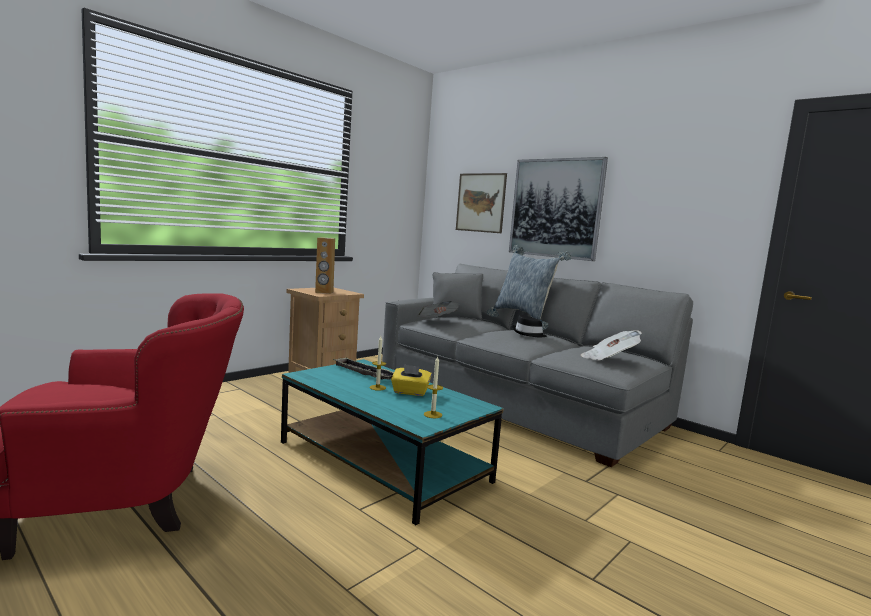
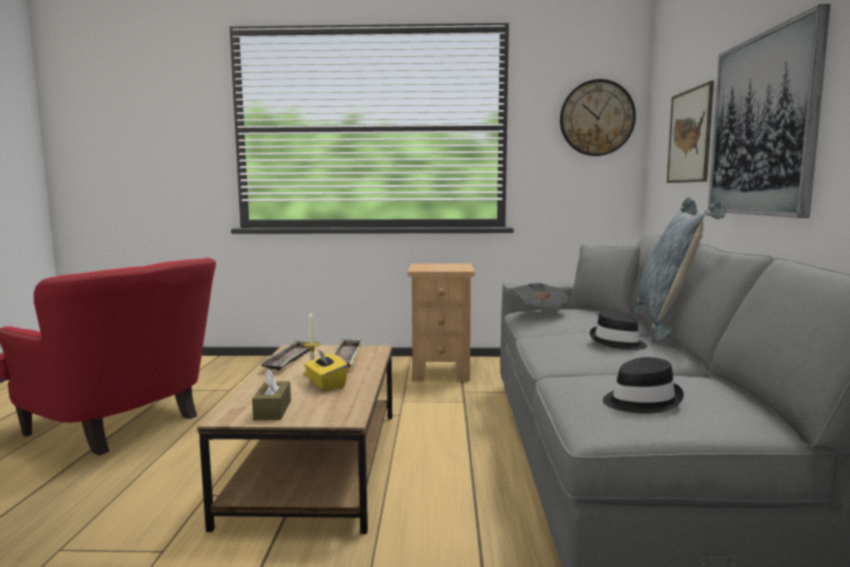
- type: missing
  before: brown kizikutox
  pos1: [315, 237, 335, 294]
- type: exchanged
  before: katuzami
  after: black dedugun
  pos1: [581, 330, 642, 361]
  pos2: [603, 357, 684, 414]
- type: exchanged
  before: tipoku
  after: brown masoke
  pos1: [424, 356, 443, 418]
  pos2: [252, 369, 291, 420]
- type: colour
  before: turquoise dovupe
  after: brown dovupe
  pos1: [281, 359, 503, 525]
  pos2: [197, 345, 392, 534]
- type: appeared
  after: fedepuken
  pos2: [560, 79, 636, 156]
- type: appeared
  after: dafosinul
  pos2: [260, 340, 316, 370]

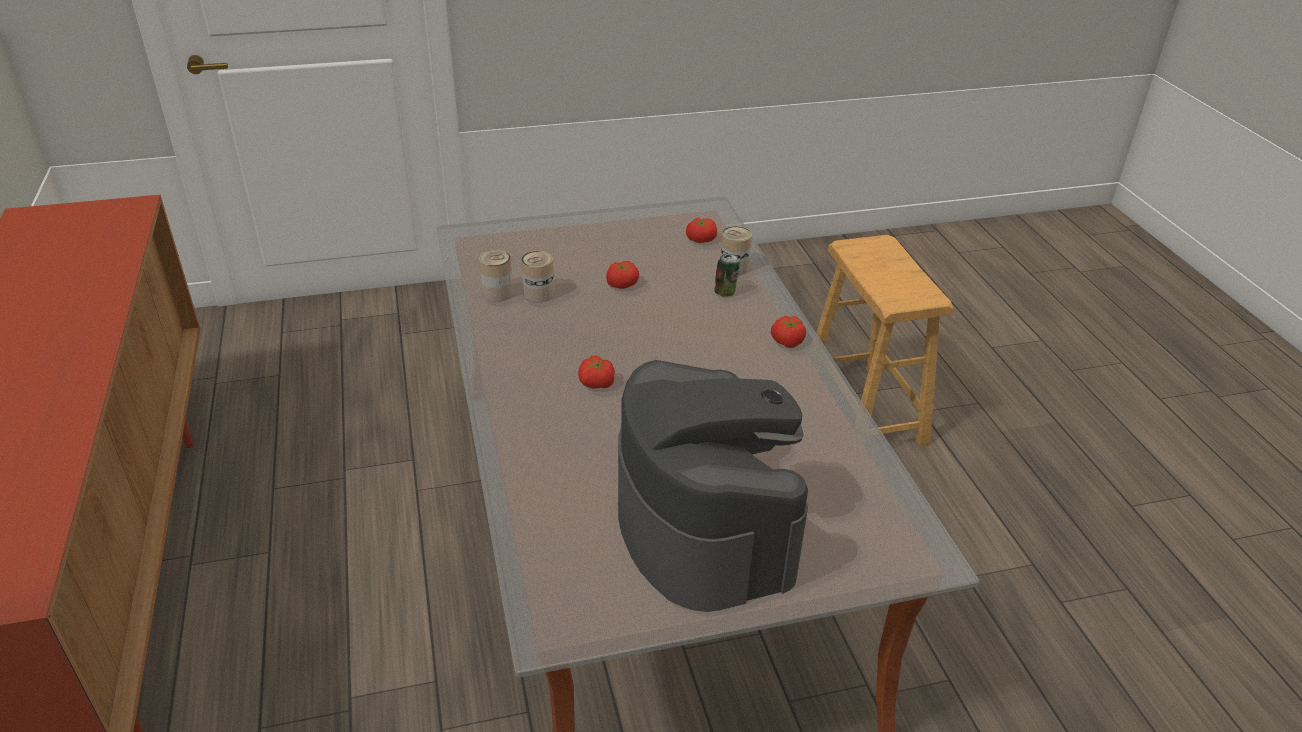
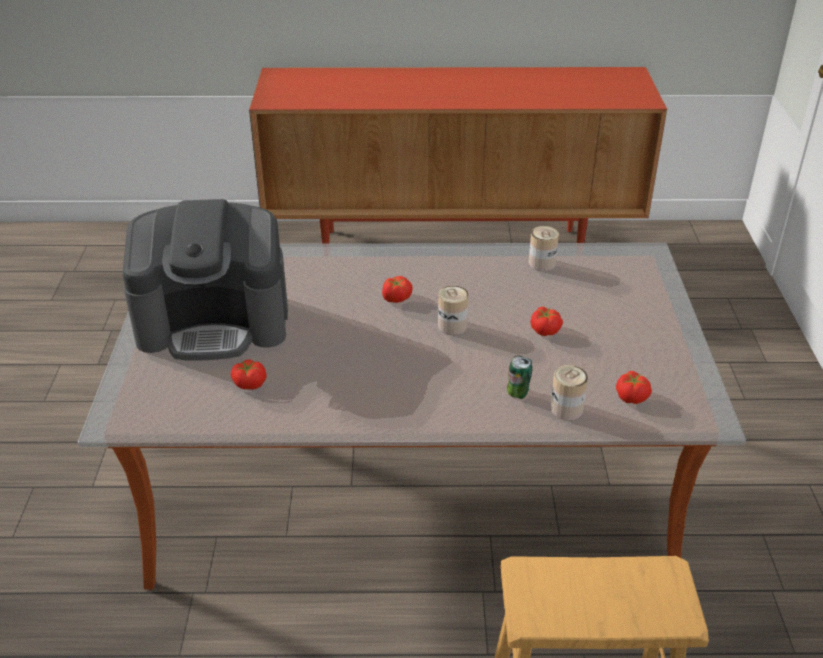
- type: relocated
  before: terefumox
  pos1: [521, 251, 554, 303]
  pos2: [438, 286, 469, 335]
- type: relocated
  before: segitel
  pos1: [771, 316, 806, 348]
  pos2: [231, 359, 267, 390]

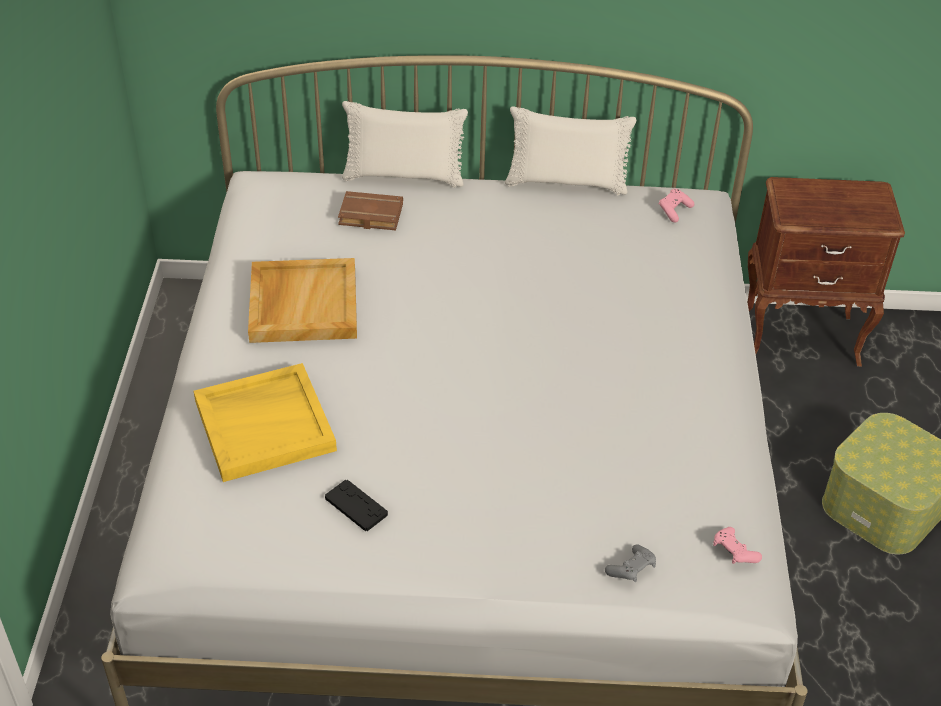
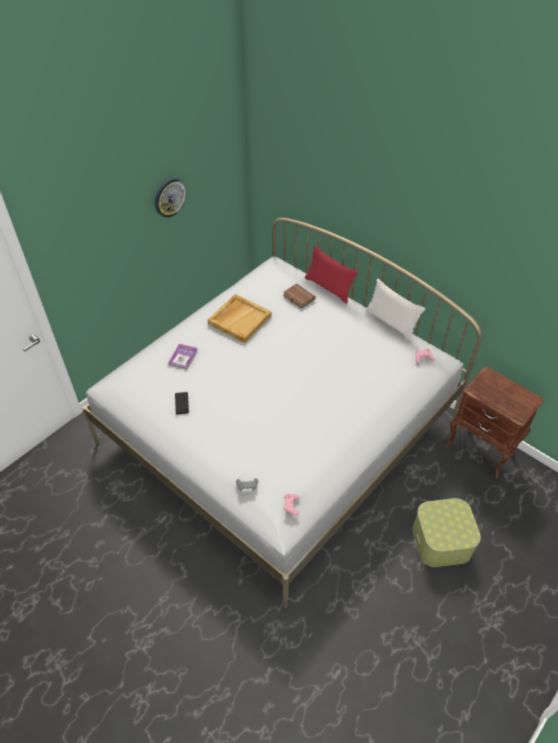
- type: colour
  before: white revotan
  after: red revotan
  pos1: [342, 101, 468, 188]
  pos2: [305, 246, 358, 304]
- type: exchanged
  before: yellow dafosinul
  after: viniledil
  pos1: [194, 363, 337, 482]
  pos2: [168, 344, 198, 369]
- type: appeared
  after: fedepuken
  pos2: [155, 178, 187, 218]

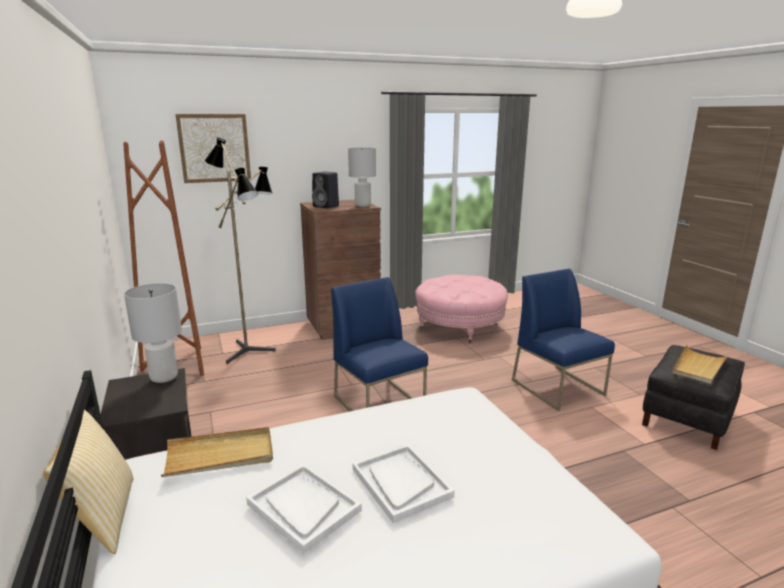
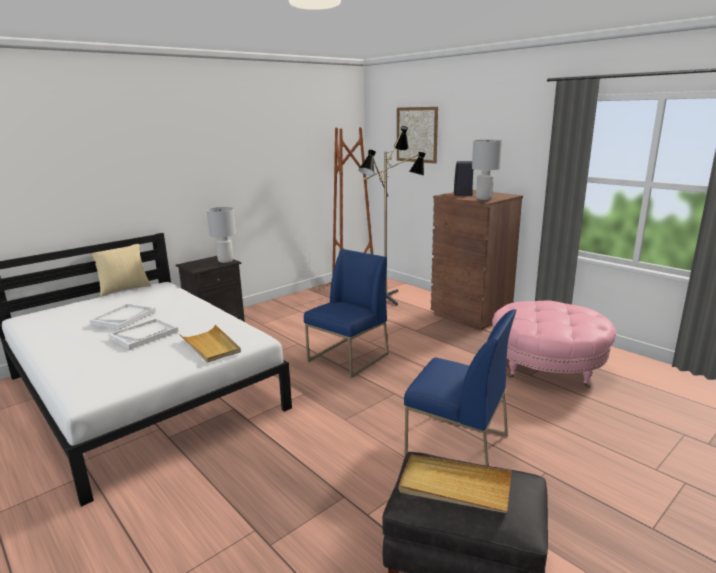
- type: spun
  before: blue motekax
  pos1: [512, 269, 615, 411]
  pos2: [404, 309, 516, 466]
  turn: 75
- type: relocated
  before: beige dafosinul
  pos1: [161, 427, 273, 477]
  pos2: [179, 325, 241, 363]

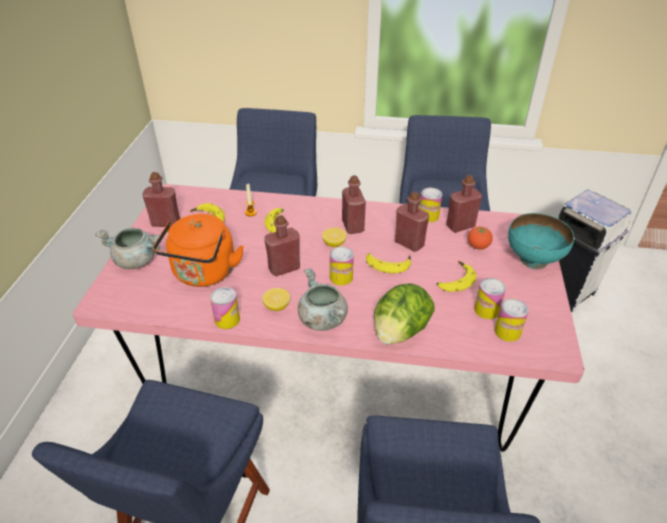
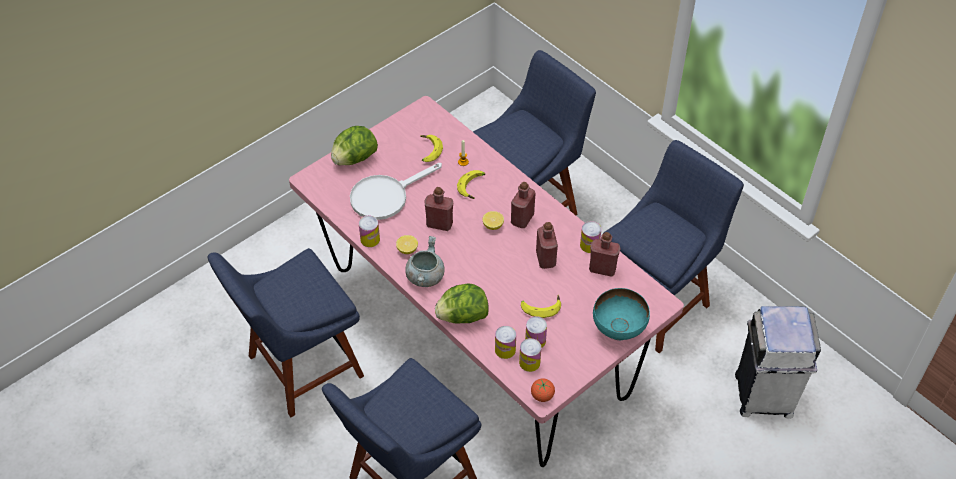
- type: missing
  before: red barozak
  pos1: [142, 172, 180, 227]
- type: exchanged
  before: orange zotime
  after: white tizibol
  pos1: [153, 214, 244, 287]
  pos2: [350, 163, 442, 220]
- type: relocated
  before: segitel
  pos1: [467, 226, 493, 250]
  pos2: [531, 378, 555, 402]
- type: exchanged
  before: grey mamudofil
  after: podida
  pos1: [95, 228, 160, 269]
  pos2: [331, 126, 378, 165]
- type: relocated
  before: terefumox
  pos1: [330, 246, 354, 286]
  pos2: [495, 326, 516, 359]
- type: missing
  before: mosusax
  pos1: [366, 253, 411, 273]

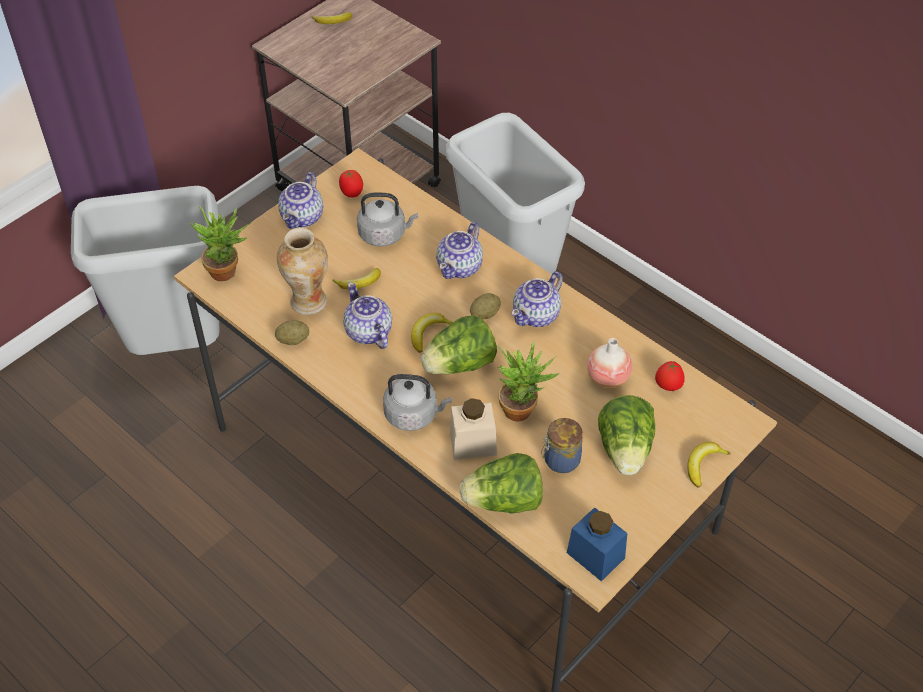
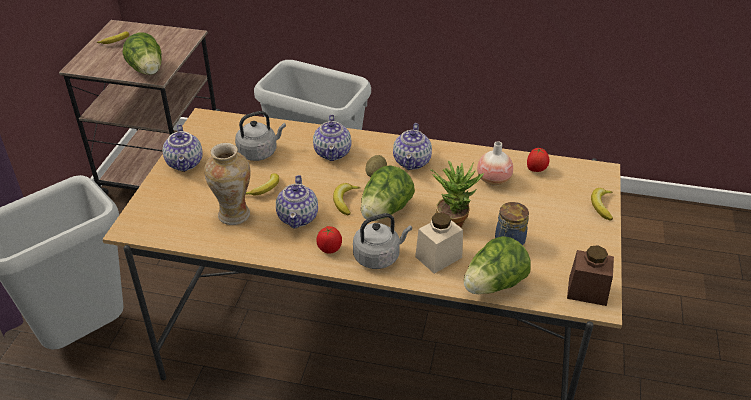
- type: relocated
  before: segitel
  pos1: [339, 170, 363, 197]
  pos2: [316, 226, 342, 254]
- type: missing
  before: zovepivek
  pos1: [190, 206, 252, 281]
- type: spun
  before: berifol
  pos1: [343, 282, 392, 349]
  pos2: [276, 175, 318, 229]
  turn: -120
- type: missing
  before: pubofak
  pos1: [275, 320, 309, 345]
- type: relocated
  before: podida
  pos1: [598, 395, 655, 475]
  pos2: [123, 33, 162, 75]
- type: colour
  before: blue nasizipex
  after: brown nasizipex
  pos1: [567, 507, 627, 581]
  pos2: [567, 245, 614, 306]

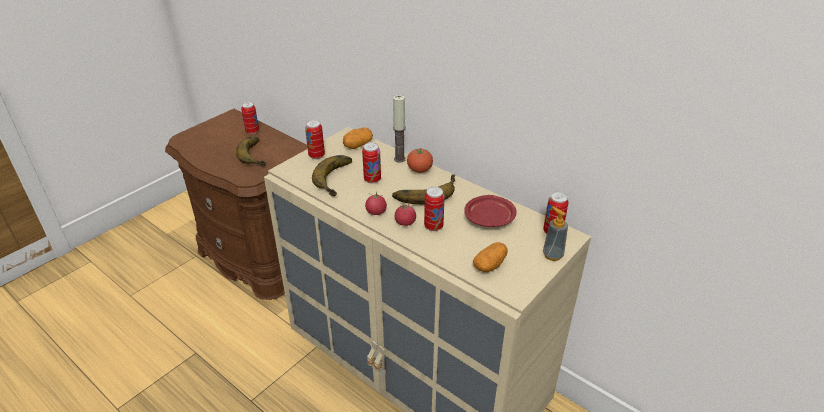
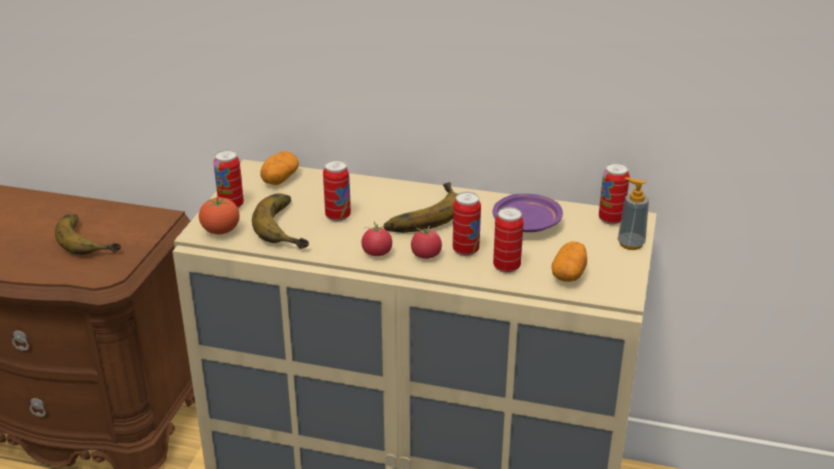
- type: missing
  before: tipoku
  pos1: [393, 95, 406, 163]
- type: relocated
  before: terefumox
  pos1: [241, 102, 259, 134]
  pos2: [493, 207, 524, 273]
- type: relocated
  before: segitel
  pos1: [407, 149, 433, 173]
  pos2: [199, 197, 240, 235]
- type: colour
  before: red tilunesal
  after: purple tilunesal
  pos1: [464, 195, 517, 227]
  pos2: [493, 194, 563, 232]

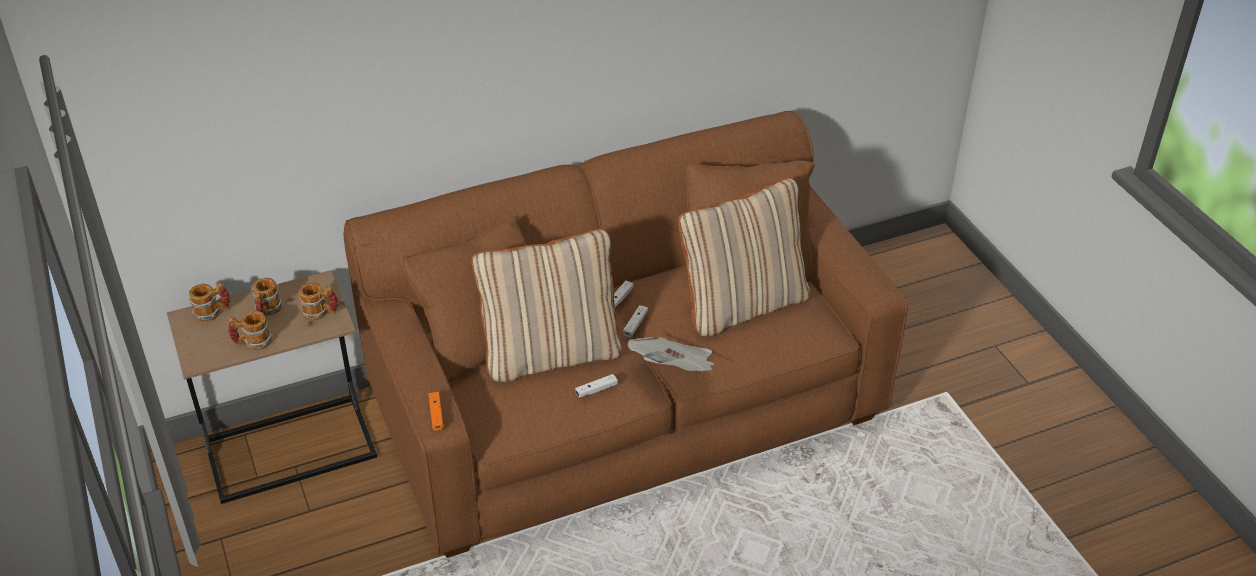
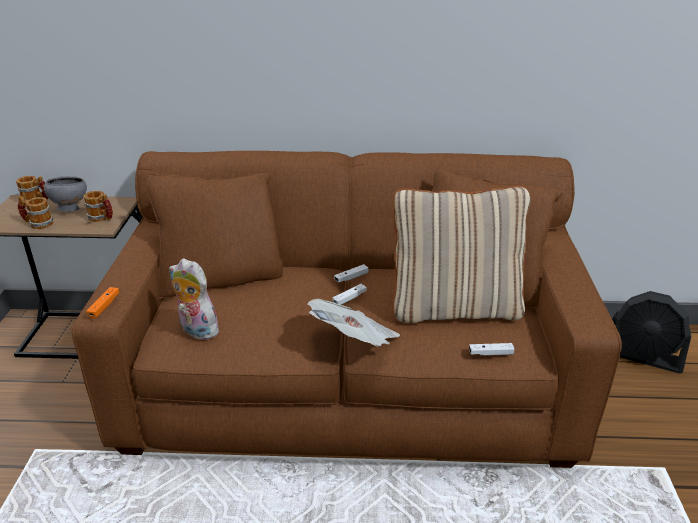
- type: missing
  before: beige revotan
  pos1: [472, 229, 621, 382]
- type: exchanged
  before: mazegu
  after: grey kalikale
  pos1: [253, 278, 282, 317]
  pos2: [44, 176, 87, 212]
- type: relocated
  before: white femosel
  pos1: [575, 374, 618, 397]
  pos2: [469, 343, 515, 356]
- type: appeared
  after: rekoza
  pos2: [169, 258, 219, 340]
- type: appeared
  after: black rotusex
  pos2: [613, 291, 691, 373]

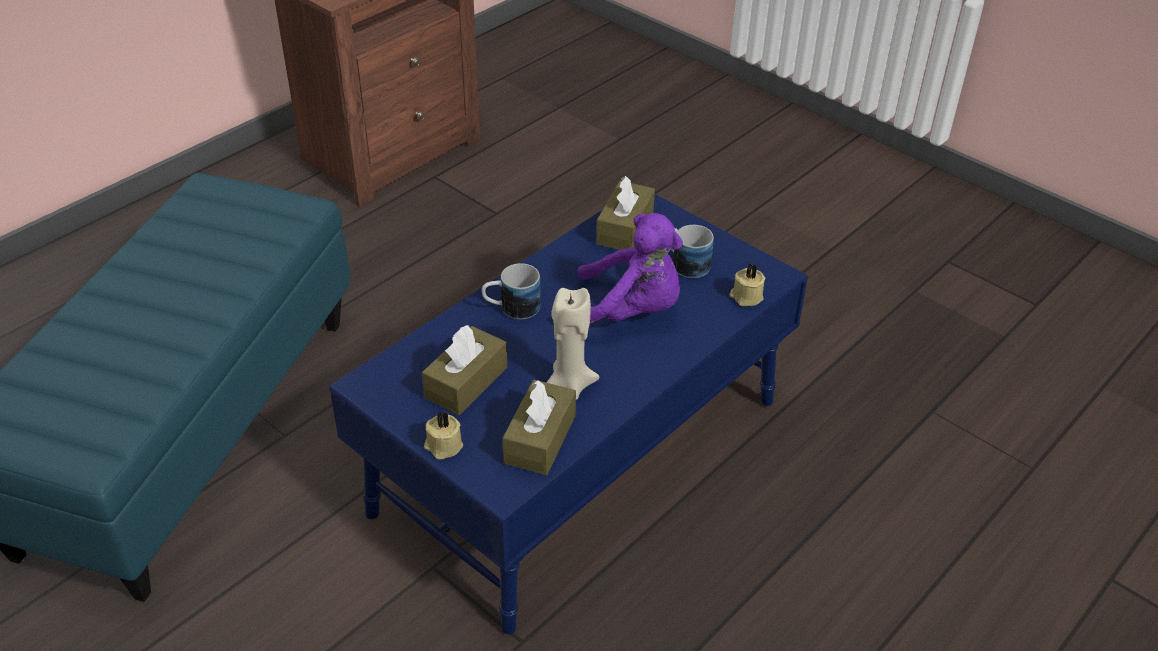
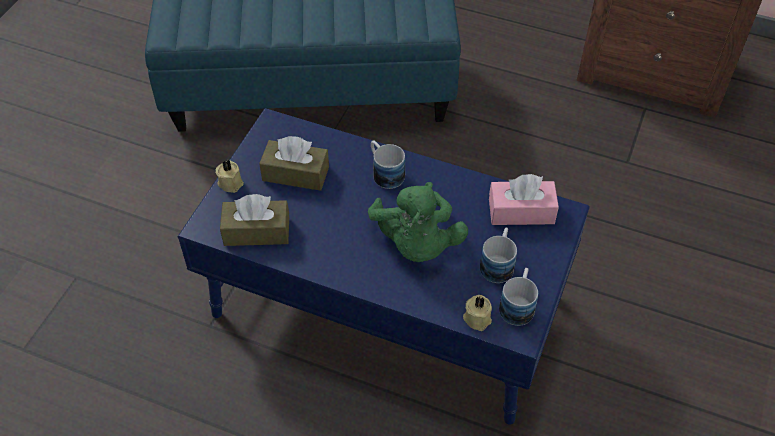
- type: colour
  before: brown masoke
  after: pink masoke
  pos1: [596, 176, 655, 250]
  pos2: [489, 174, 559, 225]
- type: colour
  before: purple rekoza
  after: green rekoza
  pos1: [578, 213, 683, 324]
  pos2: [368, 182, 468, 262]
- type: missing
  before: beige tipoku
  pos1: [546, 288, 599, 400]
- type: appeared
  after: mazegu
  pos2: [499, 268, 538, 326]

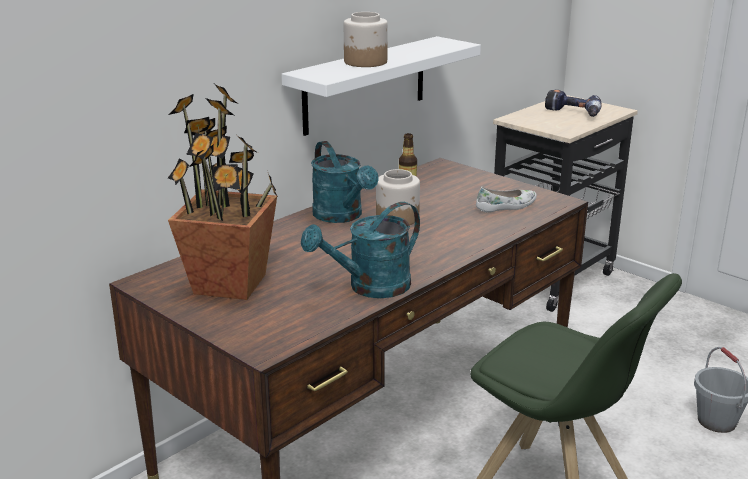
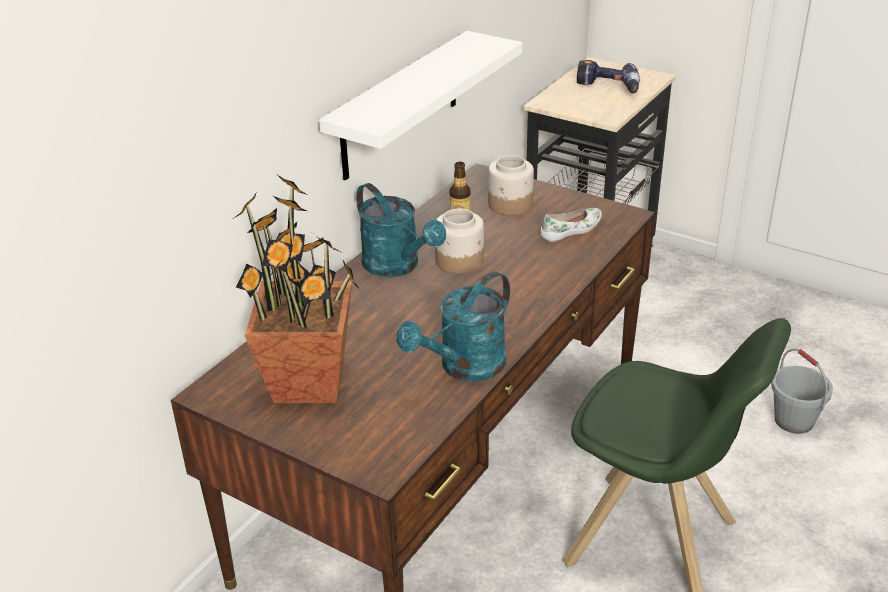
- type: relocated
  before: nasizipex
  pos1: [344, 12, 388, 67]
  pos2: [488, 155, 534, 216]

